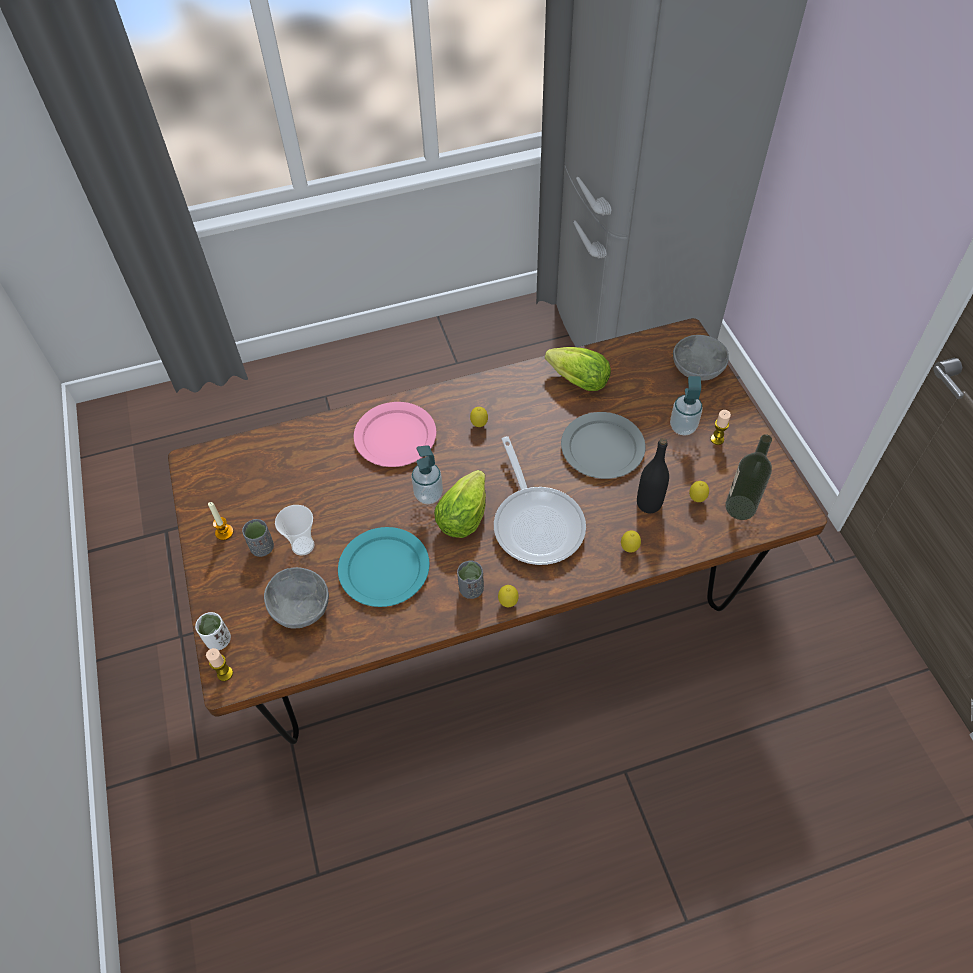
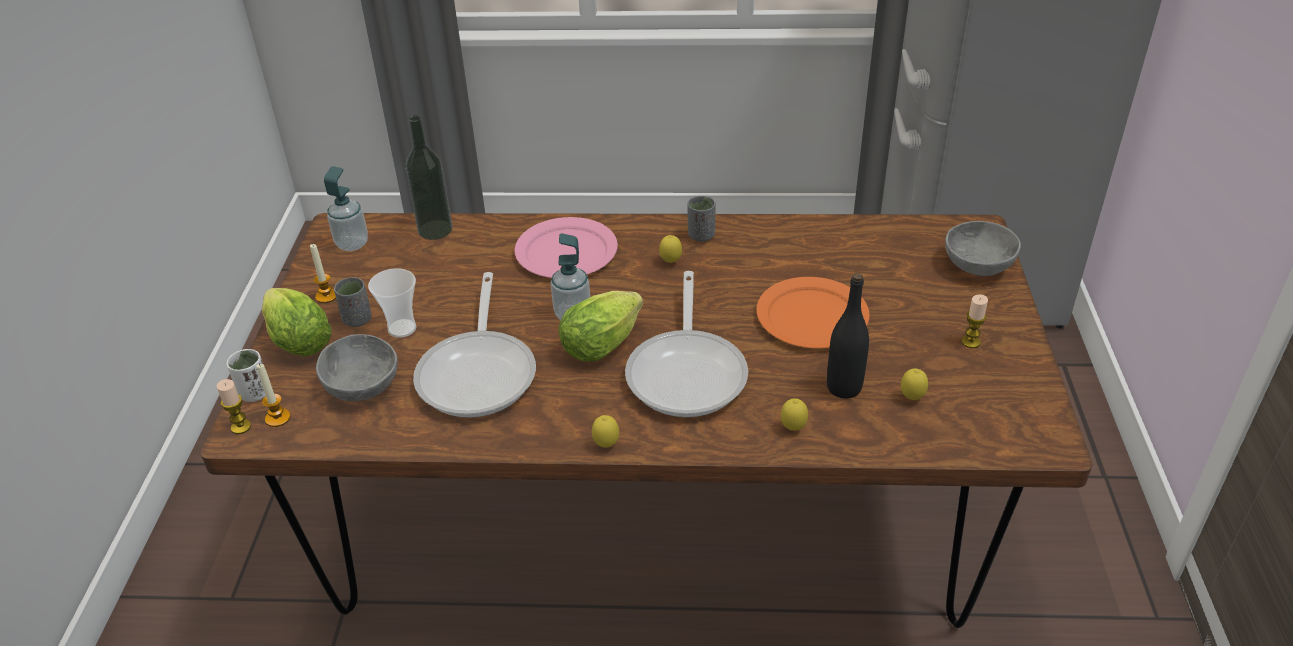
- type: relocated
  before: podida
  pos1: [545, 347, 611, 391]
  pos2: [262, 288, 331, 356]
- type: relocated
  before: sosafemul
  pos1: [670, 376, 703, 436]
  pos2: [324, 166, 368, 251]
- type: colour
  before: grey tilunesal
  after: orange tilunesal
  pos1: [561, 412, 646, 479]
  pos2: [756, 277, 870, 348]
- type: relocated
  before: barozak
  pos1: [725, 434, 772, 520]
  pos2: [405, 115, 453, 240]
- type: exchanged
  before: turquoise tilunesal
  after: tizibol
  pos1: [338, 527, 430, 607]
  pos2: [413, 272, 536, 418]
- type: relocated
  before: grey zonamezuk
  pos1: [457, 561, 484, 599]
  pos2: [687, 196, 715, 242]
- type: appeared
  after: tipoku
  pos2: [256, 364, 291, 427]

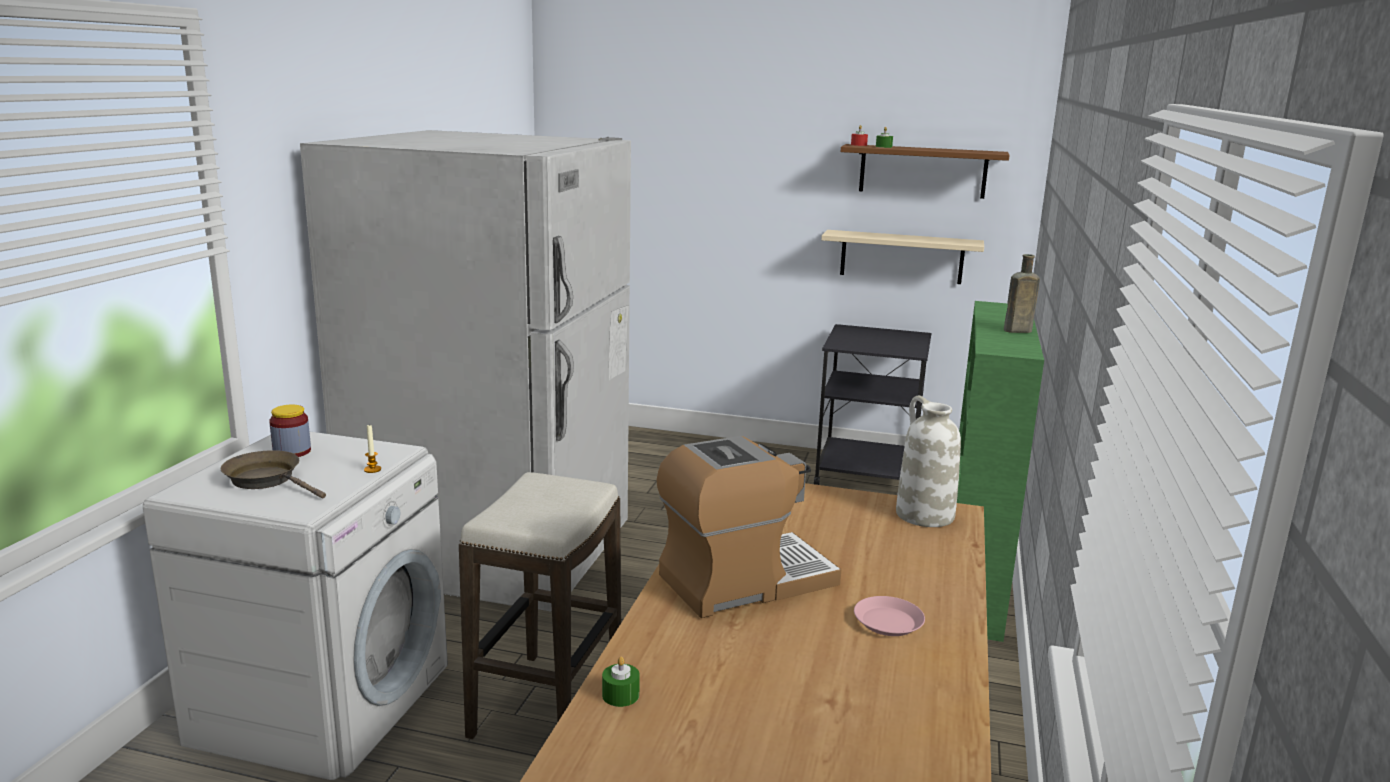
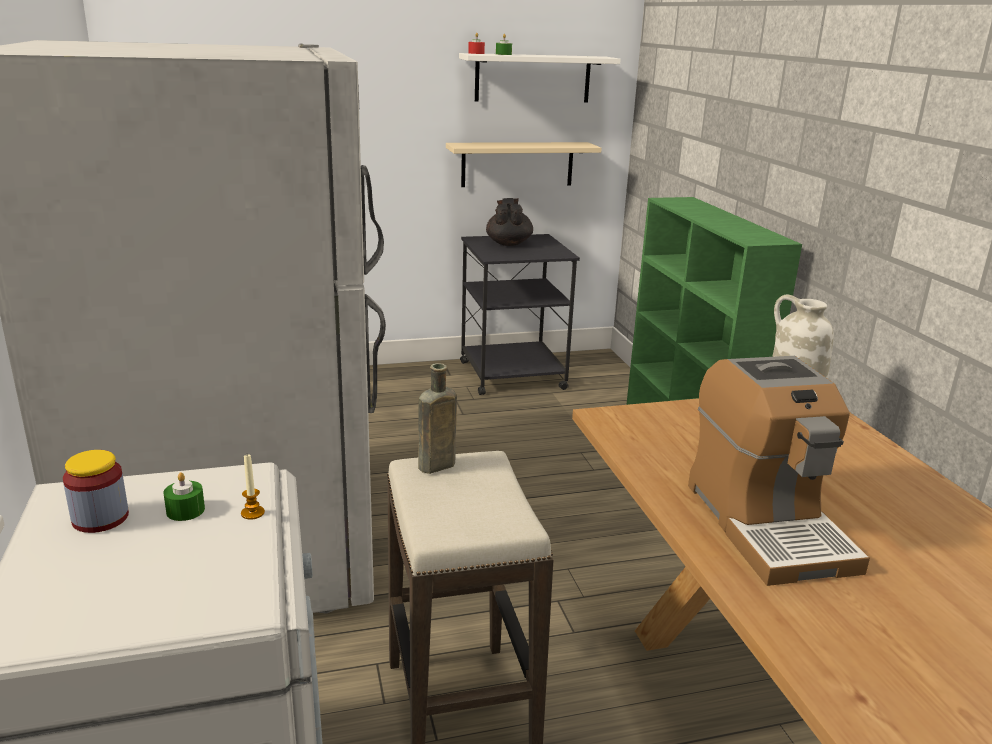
- type: colour
  before: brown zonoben
  after: white zonoben
  pos1: [841, 144, 1010, 199]
  pos2: [459, 53, 621, 103]
- type: relocated
  before: brown barozak
  pos1: [1004, 254, 1040, 333]
  pos2: [418, 363, 457, 474]
- type: spun
  before: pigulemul
  pos1: [657, 436, 841, 618]
  pos2: [688, 356, 870, 586]
  turn: 135
- type: missing
  before: brown tizibol
  pos1: [221, 450, 326, 498]
- type: missing
  before: pink tilunesal
  pos1: [854, 596, 925, 636]
- type: relocated
  before: green tipoku
  pos1: [602, 657, 640, 707]
  pos2: [163, 472, 205, 521]
- type: appeared
  after: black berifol
  pos2: [486, 198, 533, 246]

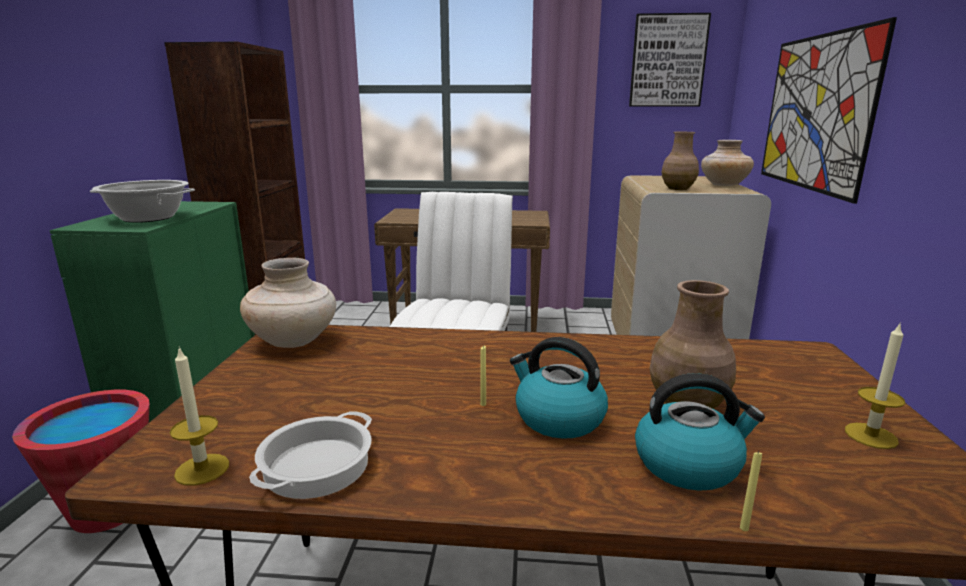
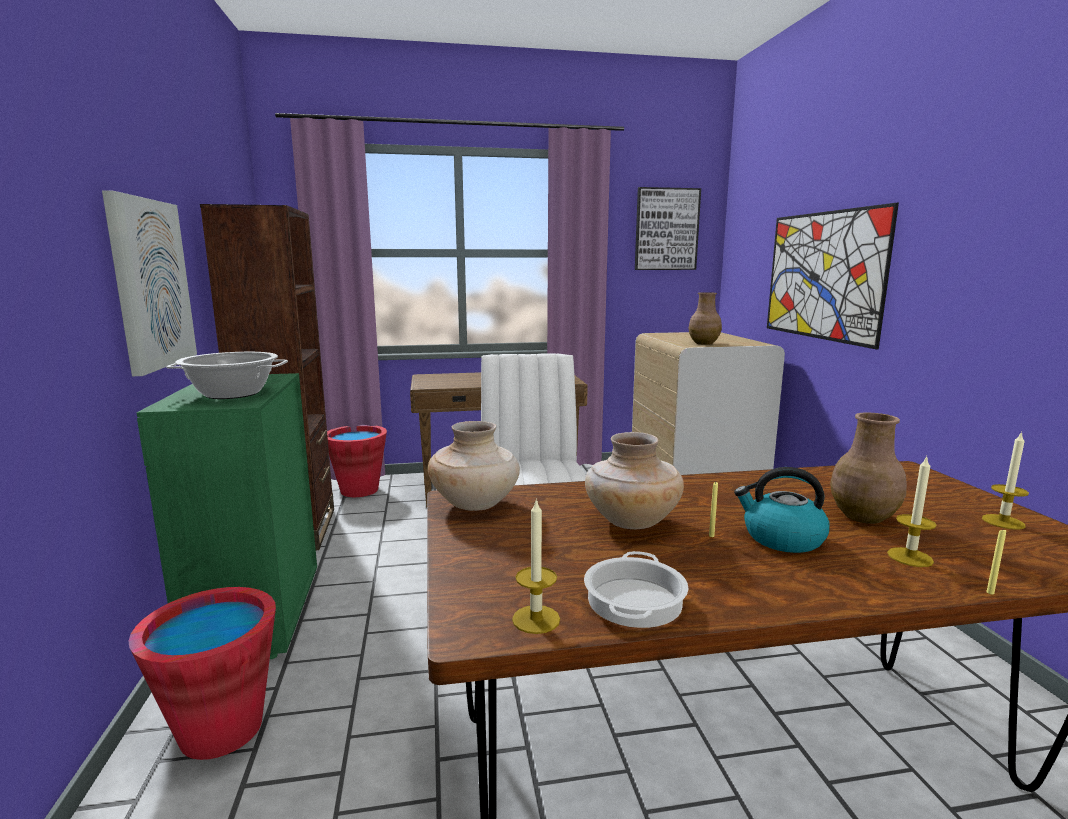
- type: relocated
  before: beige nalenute
  pos1: [701, 140, 754, 186]
  pos2: [585, 432, 684, 529]
- type: exchanged
  before: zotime
  after: tipoku
  pos1: [635, 373, 765, 491]
  pos2: [887, 455, 937, 567]
- type: appeared
  after: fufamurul
  pos2: [102, 190, 197, 376]
- type: appeared
  after: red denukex
  pos2: [327, 425, 387, 497]

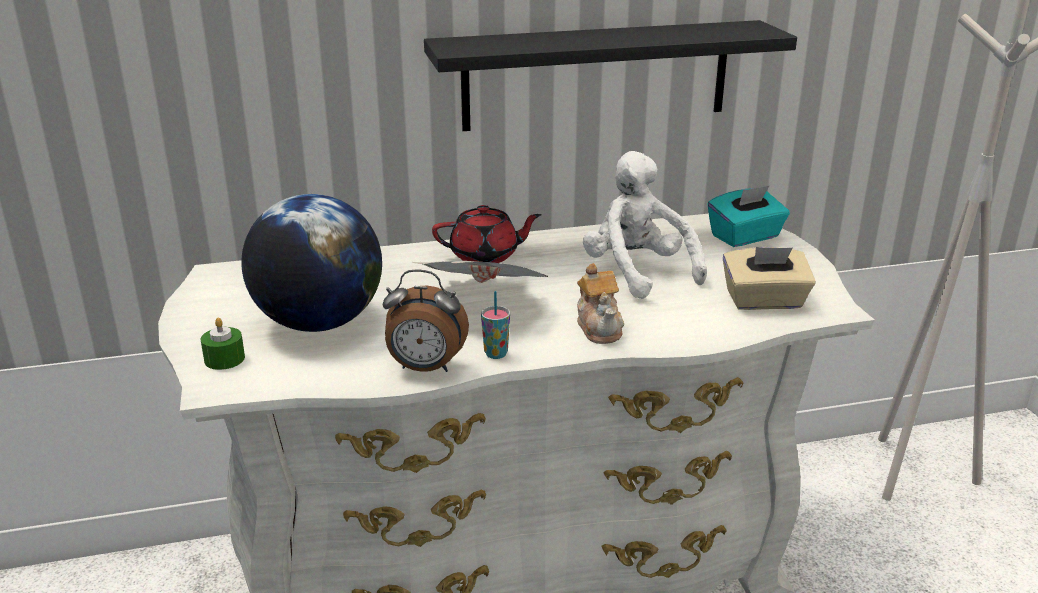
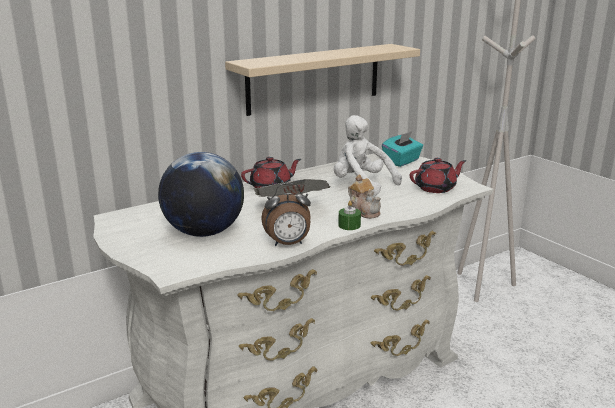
- type: colour
  before: black zonoben
  after: beige zonoben
  pos1: [424, 20, 797, 131]
  pos2: [225, 44, 420, 116]
- type: exchanged
  before: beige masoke
  after: red berifol
  pos1: [723, 247, 816, 310]
  pos2: [410, 158, 466, 193]
- type: missing
  before: zonamezuk
  pos1: [481, 291, 510, 359]
- type: relocated
  before: green tipoku
  pos1: [200, 317, 245, 370]
  pos2: [338, 201, 361, 230]

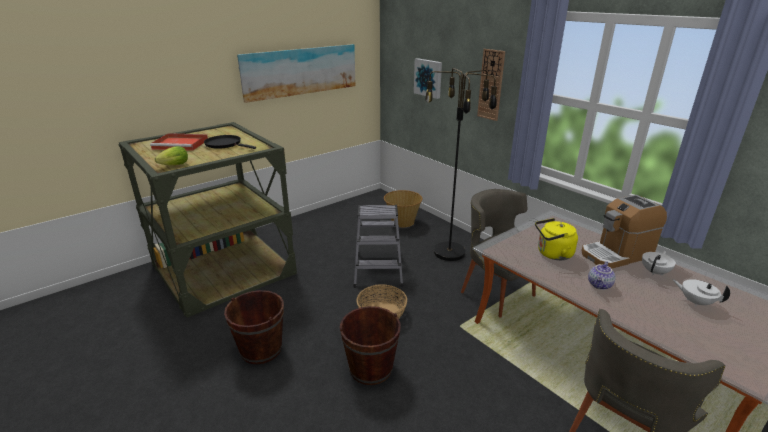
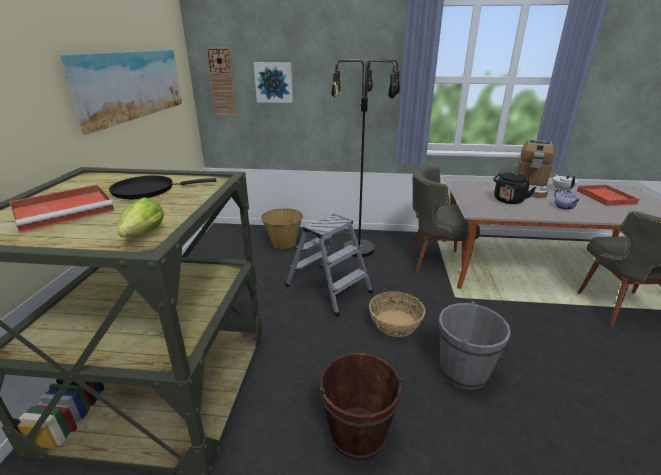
- type: relocated
  before: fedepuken
  pos1: [477, 49, 505, 121]
  pos2: [206, 48, 237, 115]
- type: colour
  before: yellow zotime
  after: black zotime
  pos1: [535, 218, 578, 260]
  pos2: [493, 172, 536, 204]
- type: exchanged
  before: white berifol
  after: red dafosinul
  pos1: [673, 279, 730, 306]
  pos2: [577, 184, 640, 206]
- type: colour
  before: brown denukex
  after: grey denukex
  pos1: [340, 306, 401, 385]
  pos2: [439, 301, 511, 389]

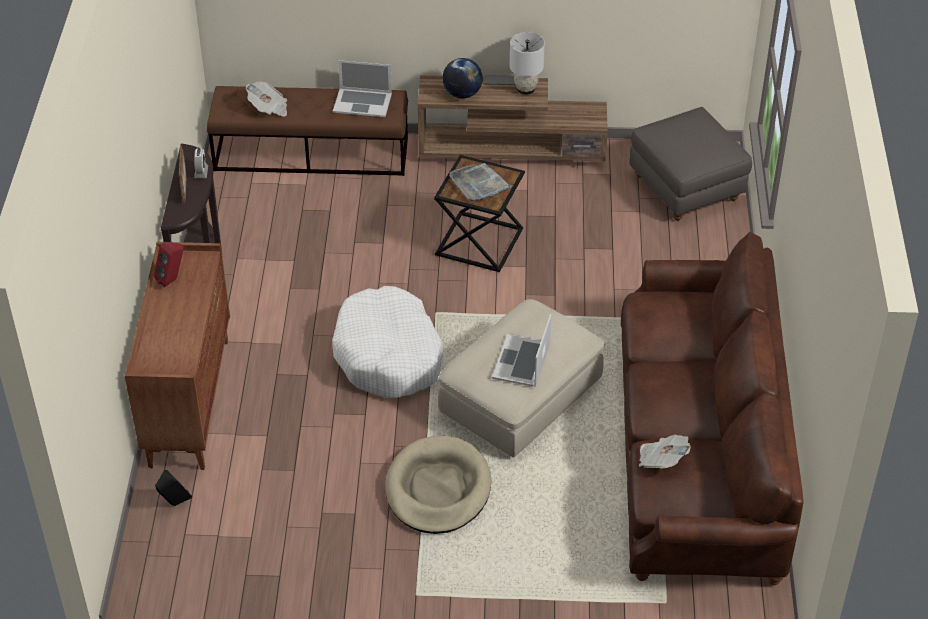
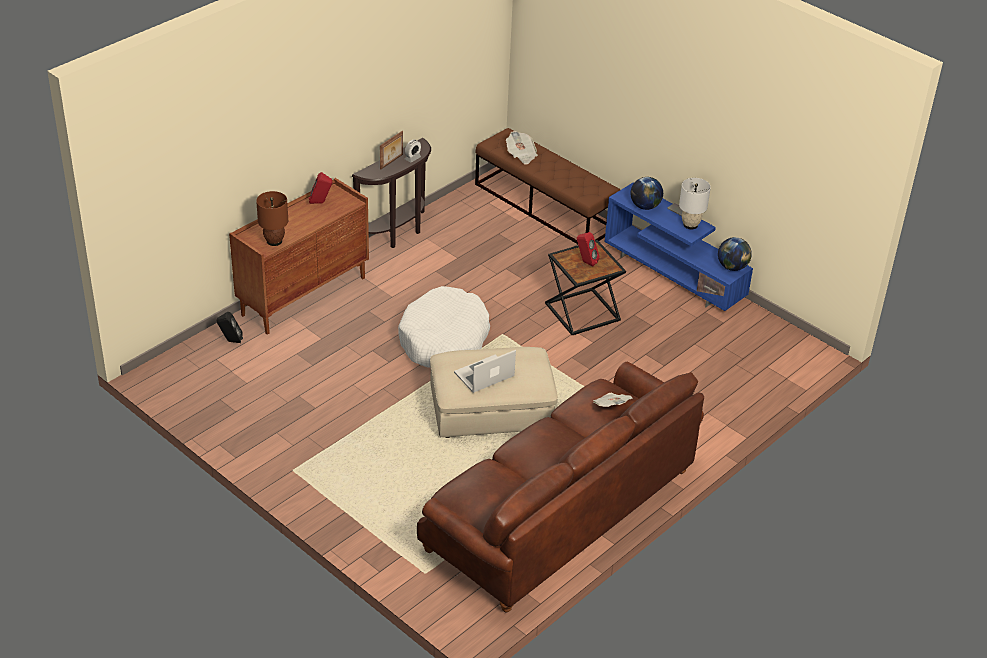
- type: missing
  before: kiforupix
  pos1: [333, 60, 392, 117]
- type: colour
  before: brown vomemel
  after: blue vomemel
  pos1: [418, 75, 608, 169]
  pos2: [605, 182, 753, 311]
- type: missing
  before: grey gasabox
  pos1: [629, 107, 752, 221]
- type: exchanged
  before: grey dafosinul
  after: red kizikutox
  pos1: [449, 163, 513, 201]
  pos2: [577, 232, 600, 266]
- type: relocated
  before: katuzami
  pos1: [639, 435, 691, 469]
  pos2: [593, 393, 633, 407]
- type: missing
  before: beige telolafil
  pos1: [385, 436, 491, 534]
- type: appeared
  after: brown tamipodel
  pos2: [256, 191, 288, 246]
- type: appeared
  after: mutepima
  pos2: [718, 237, 752, 271]

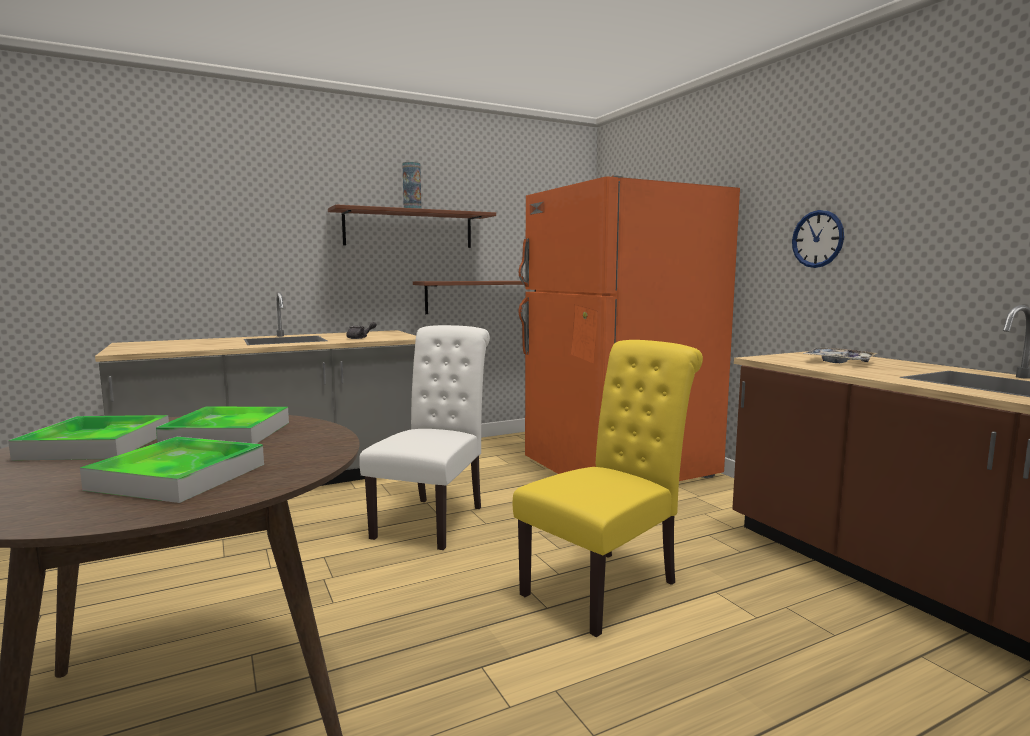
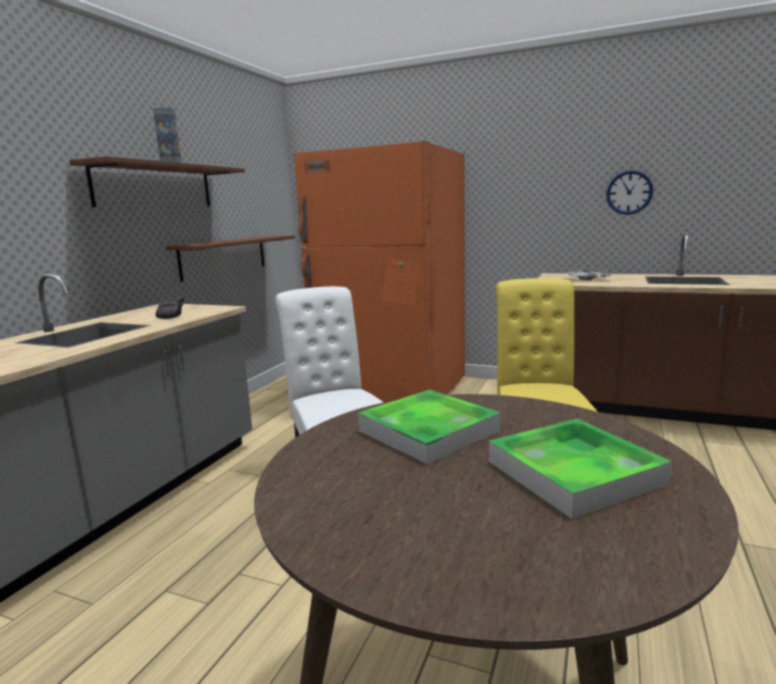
- type: relocated
  before: fedepuken
  pos1: [792, 210, 844, 268]
  pos2: [606, 170, 653, 215]
- type: missing
  before: dafosinul
  pos1: [8, 415, 169, 461]

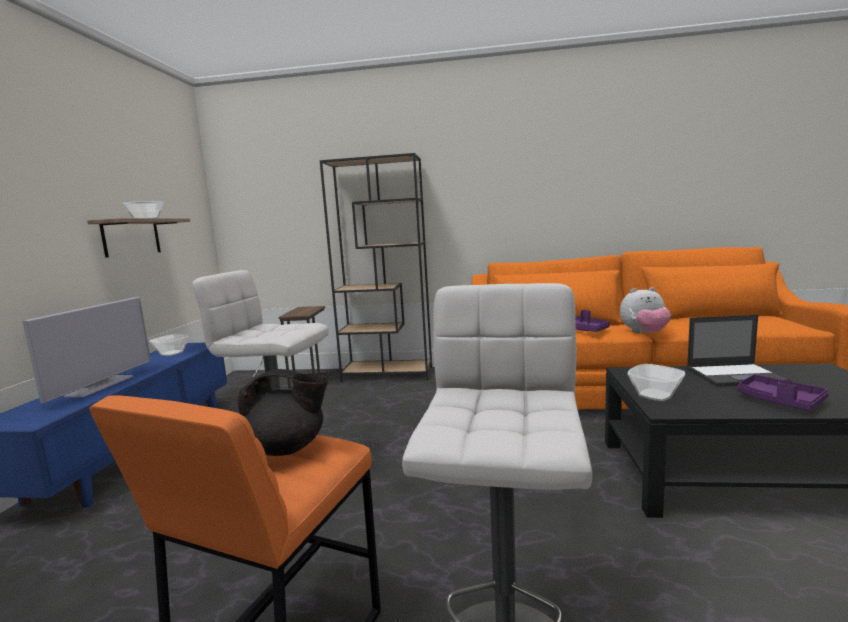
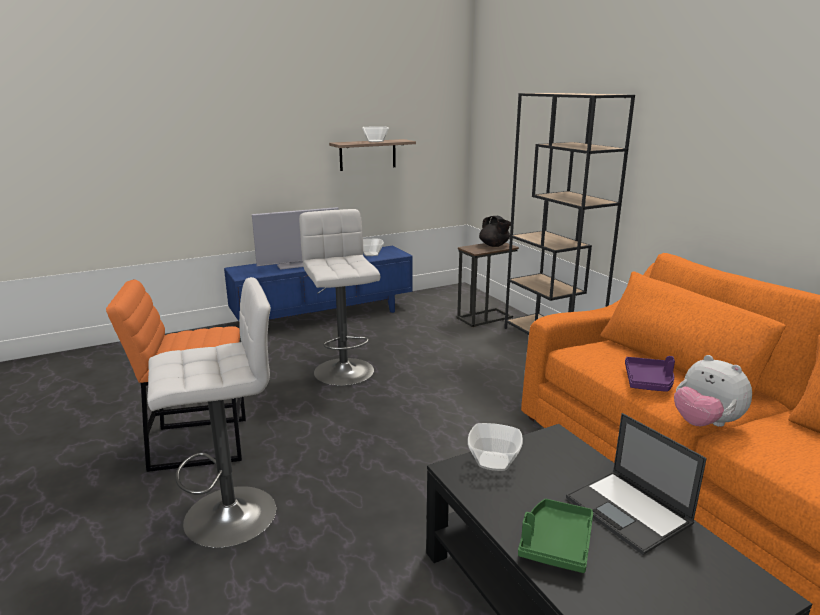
- type: relocated
  before: black berifol
  pos1: [238, 369, 328, 456]
  pos2: [479, 216, 511, 247]
- type: colour
  before: purple dafosinul
  after: green dafosinul
  pos1: [737, 374, 829, 411]
  pos2: [518, 499, 593, 573]

